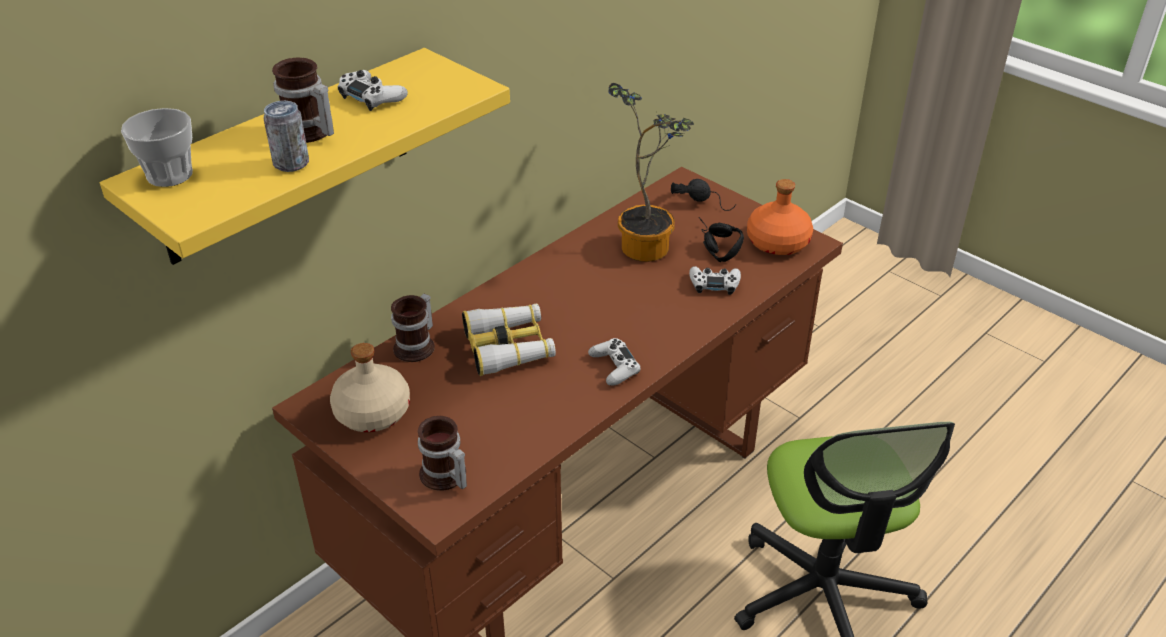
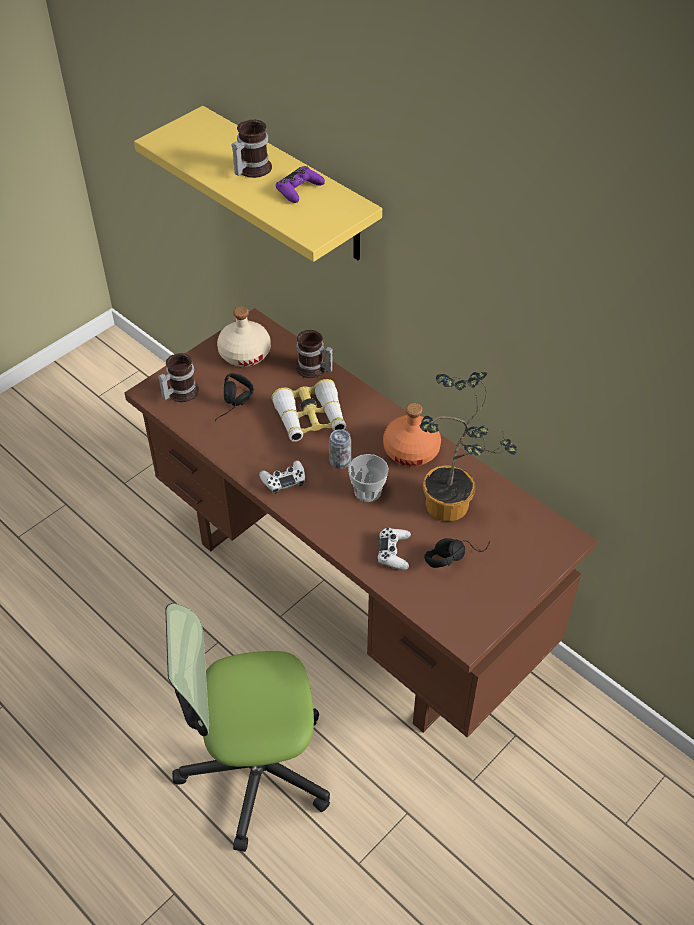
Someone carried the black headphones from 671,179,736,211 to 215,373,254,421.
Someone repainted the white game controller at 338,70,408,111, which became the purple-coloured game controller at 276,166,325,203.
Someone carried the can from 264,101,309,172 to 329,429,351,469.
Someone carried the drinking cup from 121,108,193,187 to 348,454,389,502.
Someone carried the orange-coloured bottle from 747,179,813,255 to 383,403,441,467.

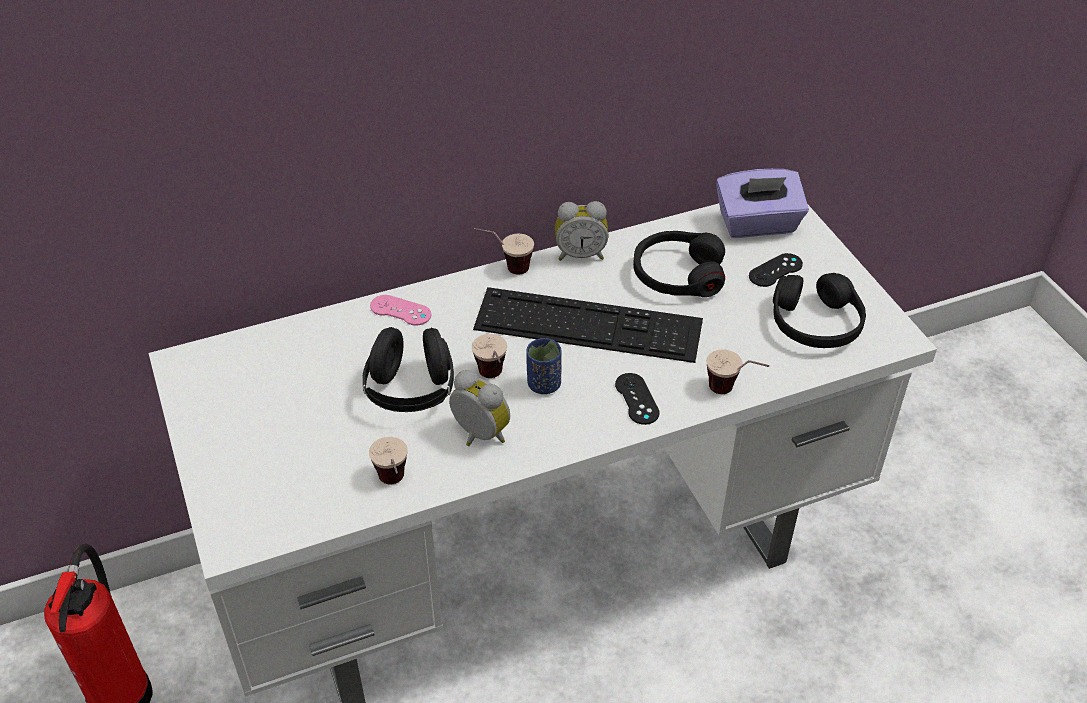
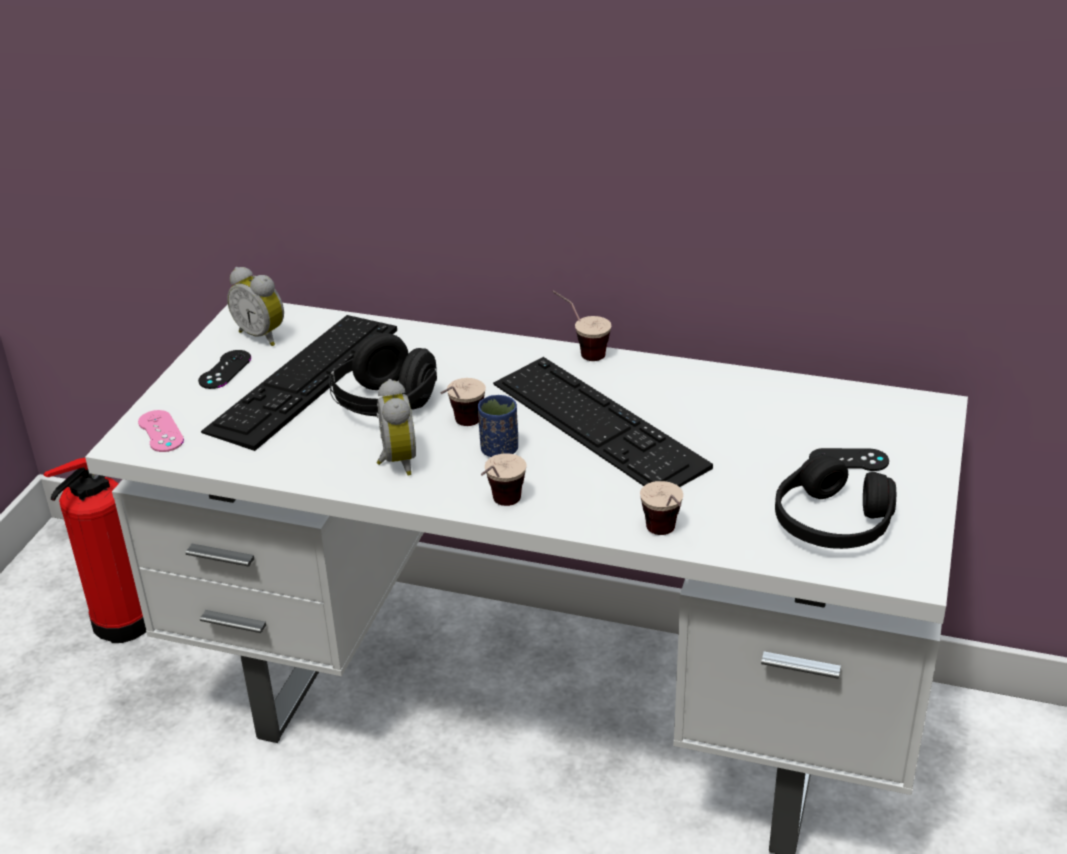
Someone carried the pink game controller from 370,295,431,326 to 138,410,184,452.
Someone carried the black game controller from 615,373,660,425 to 198,350,251,389.
Someone put down the computer keyboard at 201,315,397,451.
Someone carried the table clock from 555,201,609,261 to 227,267,284,346.
Someone carried the drinking cup from 369,437,407,484 to 481,453,527,506.
Someone took away the black headphones at 633,231,725,297.
Someone took away the purple-coloured tissue box at 716,169,809,238.

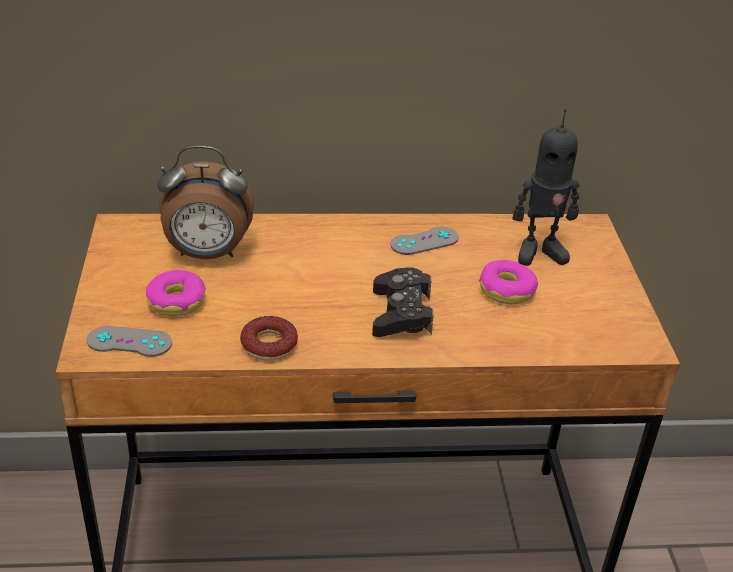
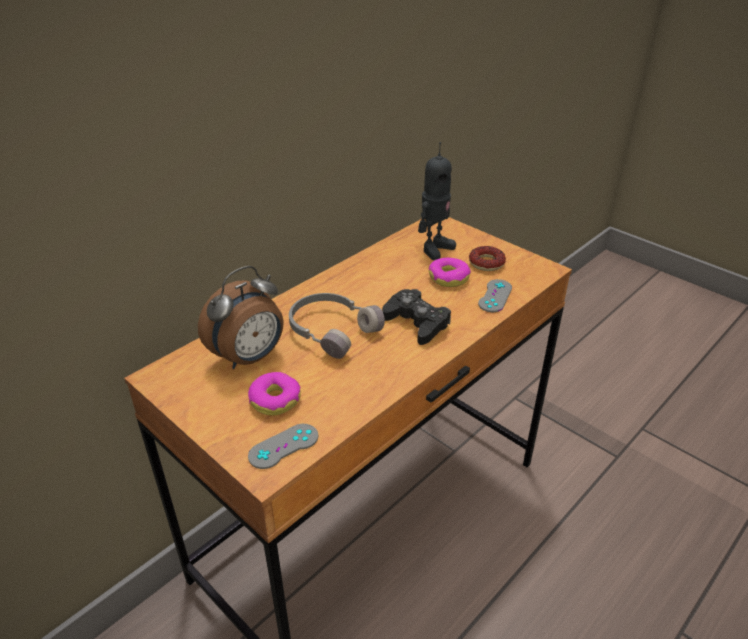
Someone put down the greyish headphones at 289,293,385,359.
Someone carried the ring doughnut from 240,316,298,361 to 469,246,506,271.
Someone carried the greyish game controller from 390,226,459,255 to 478,279,512,312.

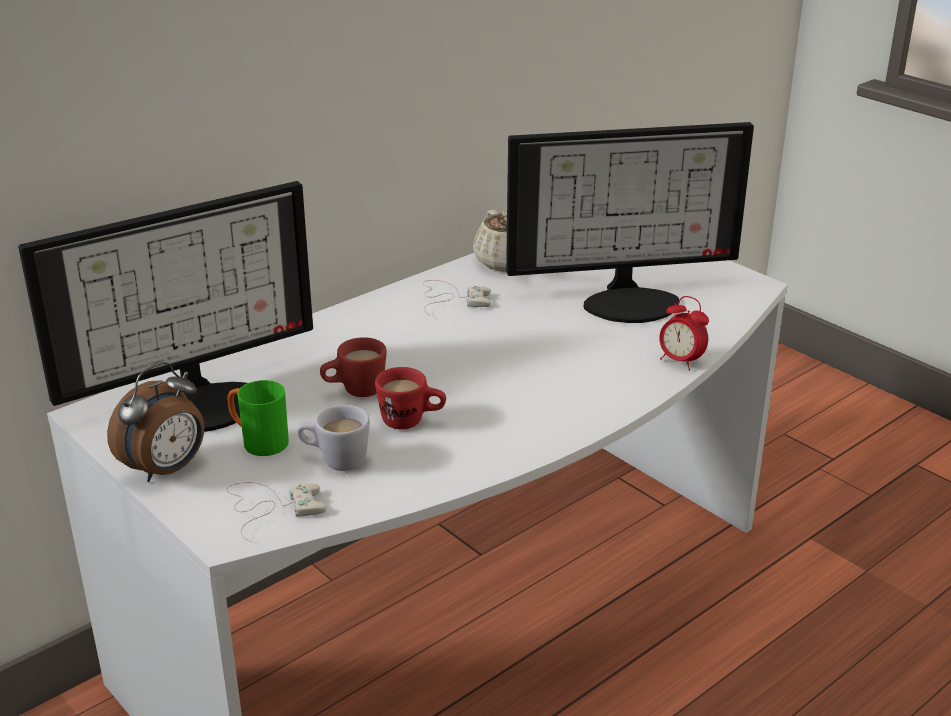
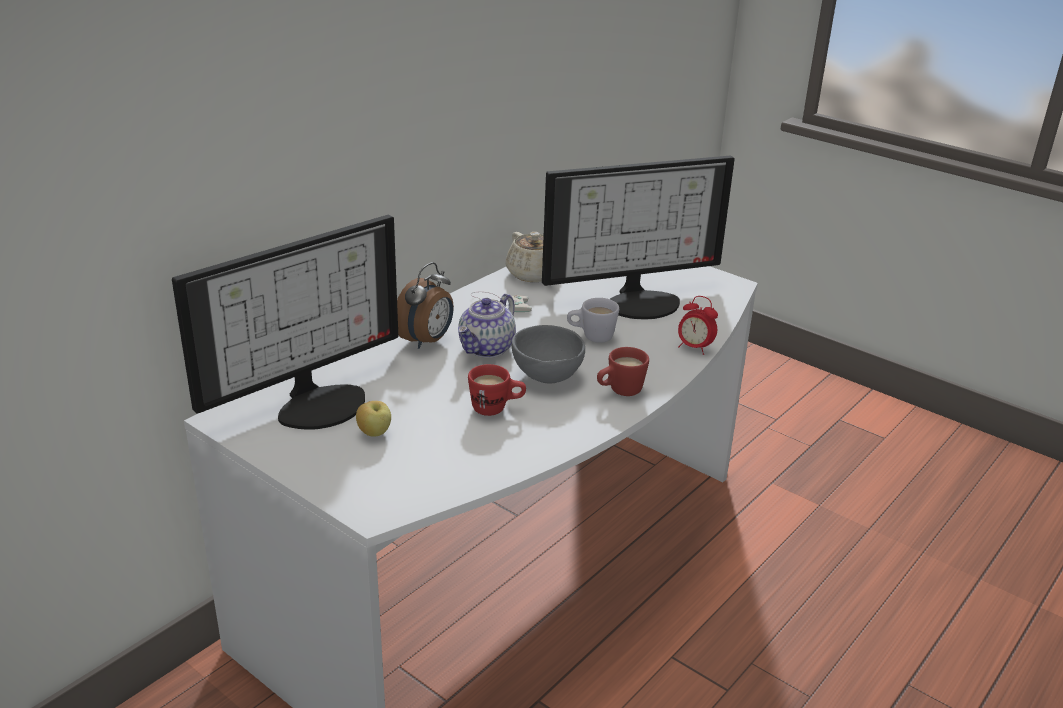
Someone swapped the greenish tea mug at 227,380,289,456 for the apple fruit at 356,401,391,437.
Someone carried the table clock from 107,362,204,482 to 397,262,454,349.
Someone put down the tea pot at 458,294,516,358.
Someone put down the greyish bowl at 512,325,585,384.
Someone carried the white tea mug from 297,405,370,471 to 567,298,619,343.
Someone carried the reddish tea mug from 320,337,387,397 to 597,347,649,396.
Someone took away the white game controller at 227,482,326,543.

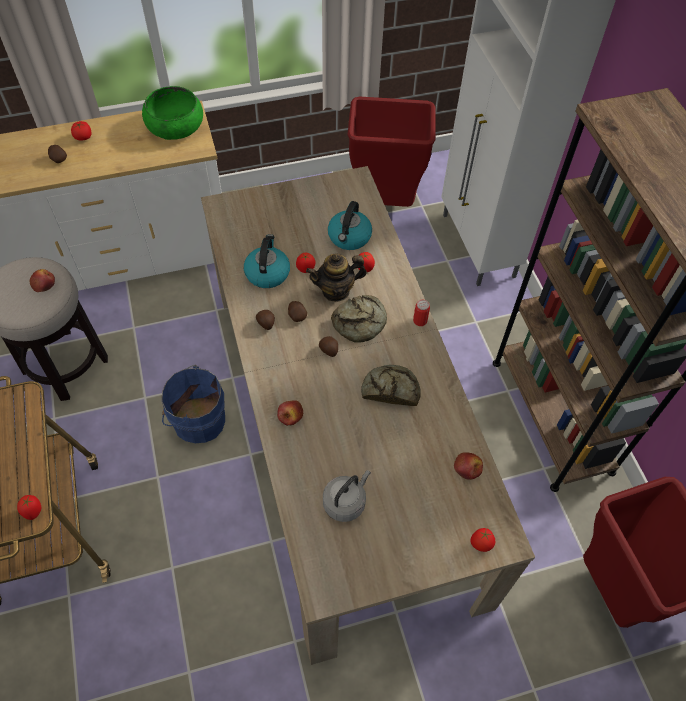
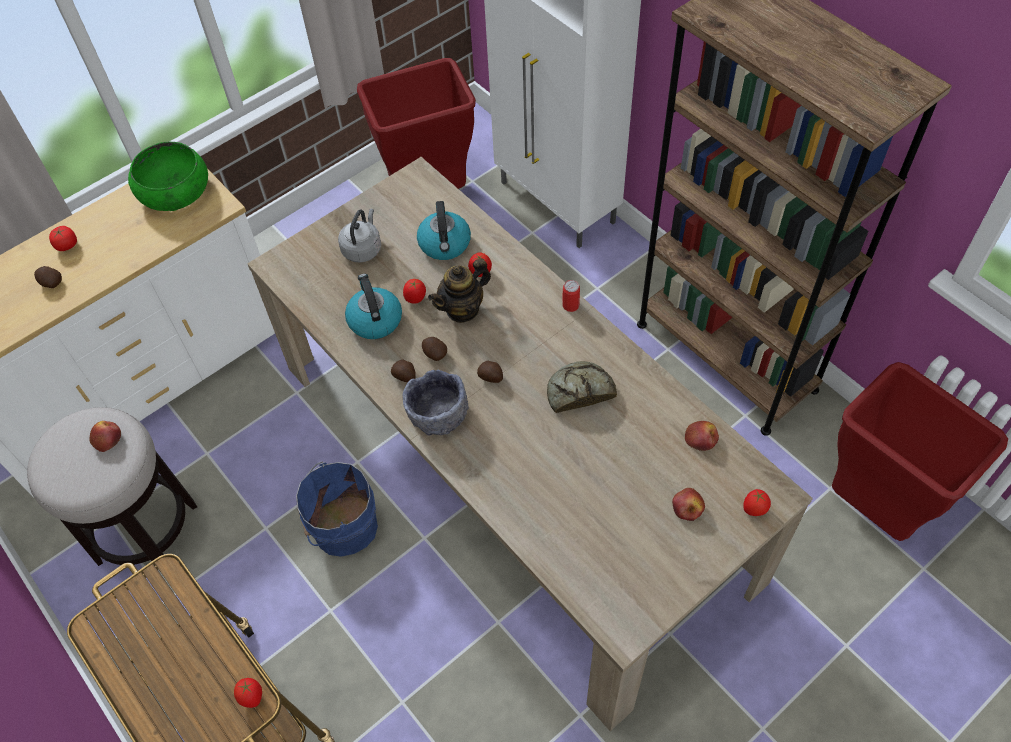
Someone carried the greyish kettle from 323,470,371,522 to 338,209,381,263.
Someone put down the greyish bowl at 403,370,469,436.
Someone carried the apple fruit from 277,400,303,426 to 672,488,705,521.
Someone took away the bread at 331,295,387,342.

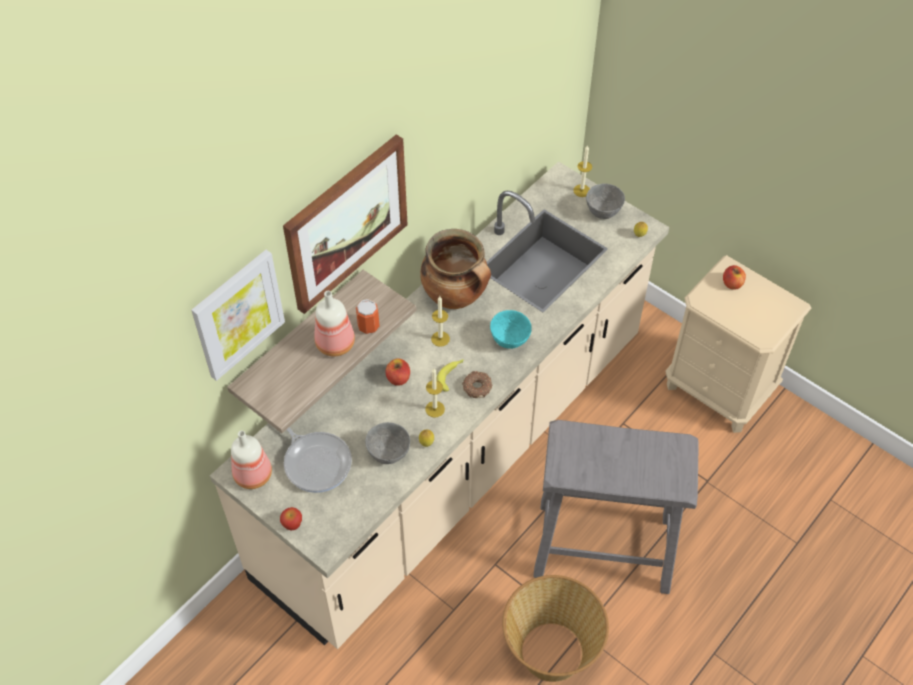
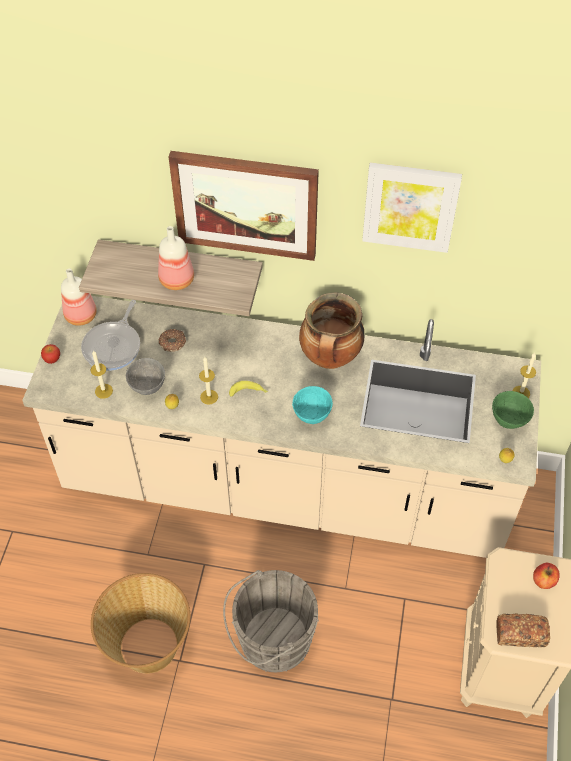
Someone carried the candle from 431,296,450,347 to 90,350,113,399.
Someone carried the ring doughnut from 462,371,492,398 to 159,329,186,352.
Someone swapped the greyish sitting stool at 533,420,699,594 for the greyish water bucket at 223,570,319,672.
Someone carried the picture from 191,250,285,381 to 362,162,462,253.
Someone repainted the greyish bowl at 586,184,625,219, which became the greenish bowl at 492,391,534,429.
Someone put down the bread at 496,613,550,647.
Someone took away the can at 356,299,380,334.
Someone took away the apple fruit at 386,358,410,386.

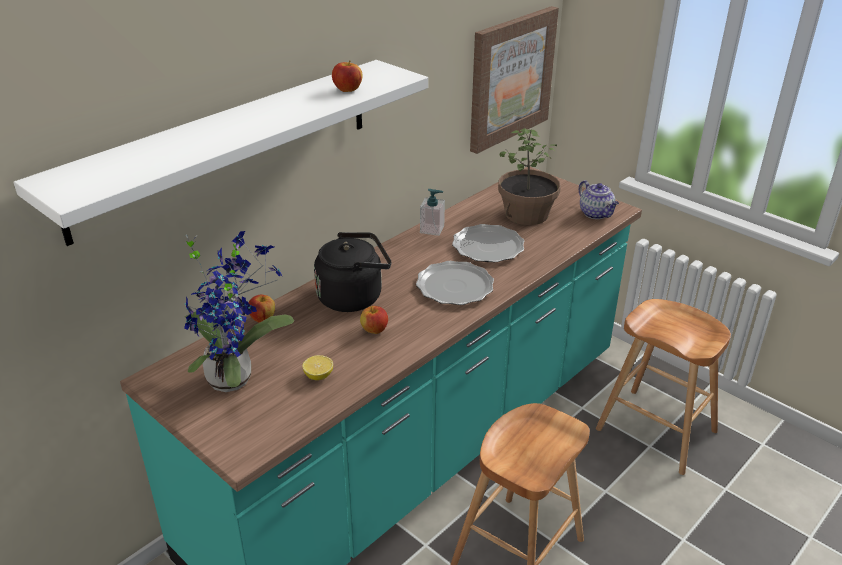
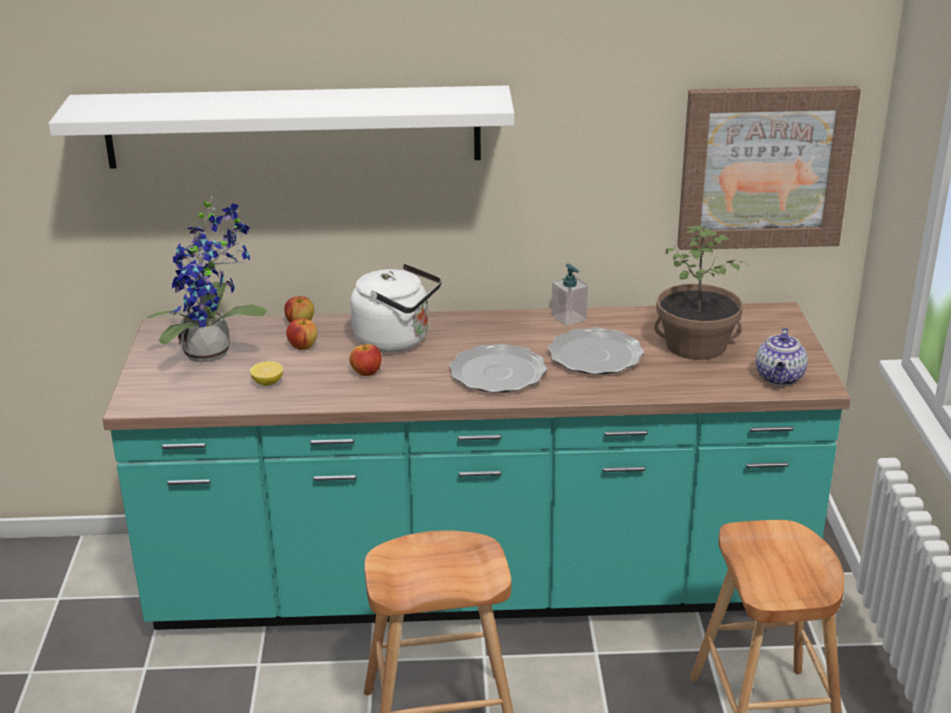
Someone carried the apple fruit from 332,61,363,92 to 286,319,317,350.
Someone repainted the black kettle at 314,232,392,312, which became the white kettle at 351,264,442,352.

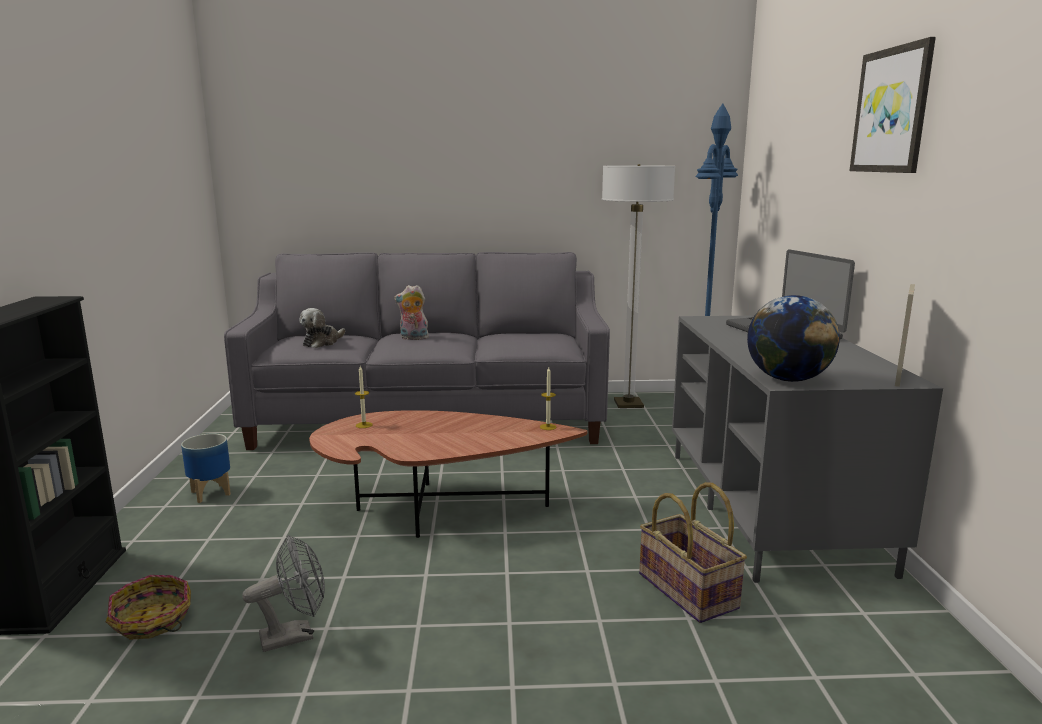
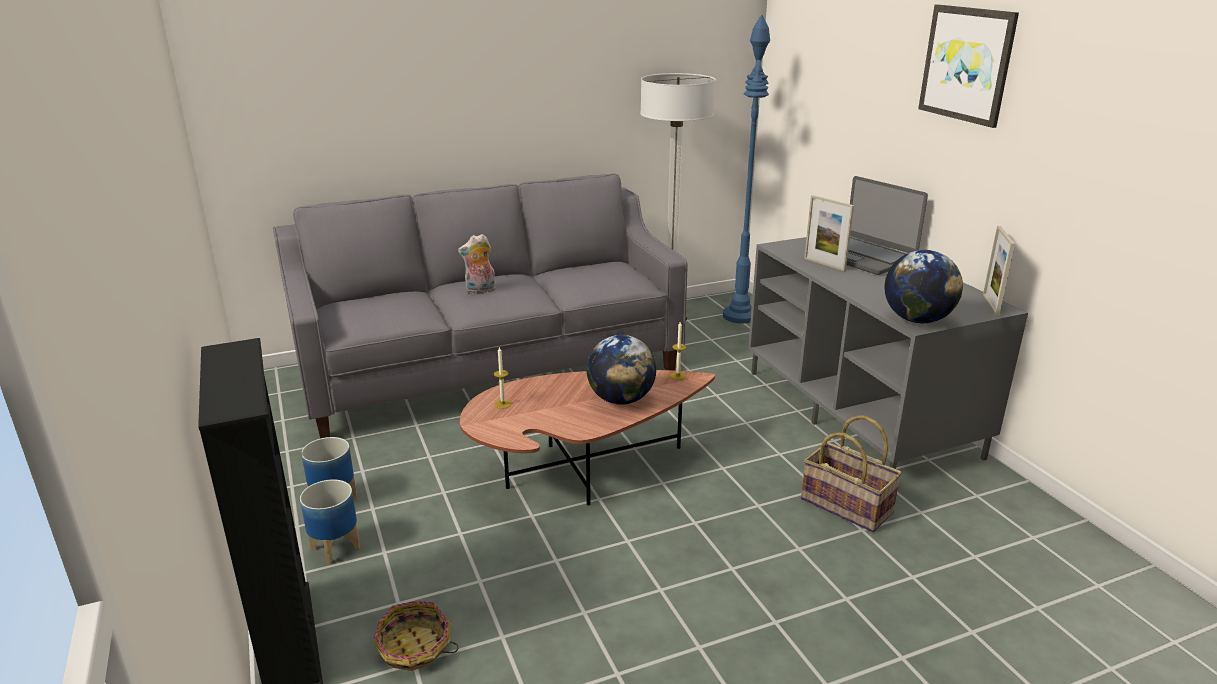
Someone put down the planter at 300,479,360,564.
Someone put down the world globe at 587,335,656,405.
Someone put down the photo frame at 804,195,854,271.
Someone took away the greyish fan at 242,535,325,652.
Someone took away the plush toy at 299,308,345,348.

